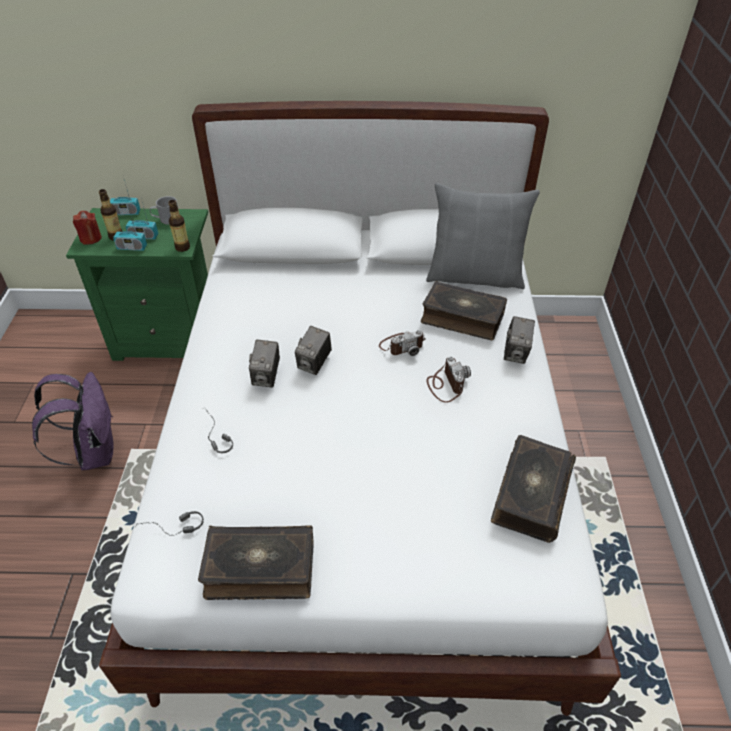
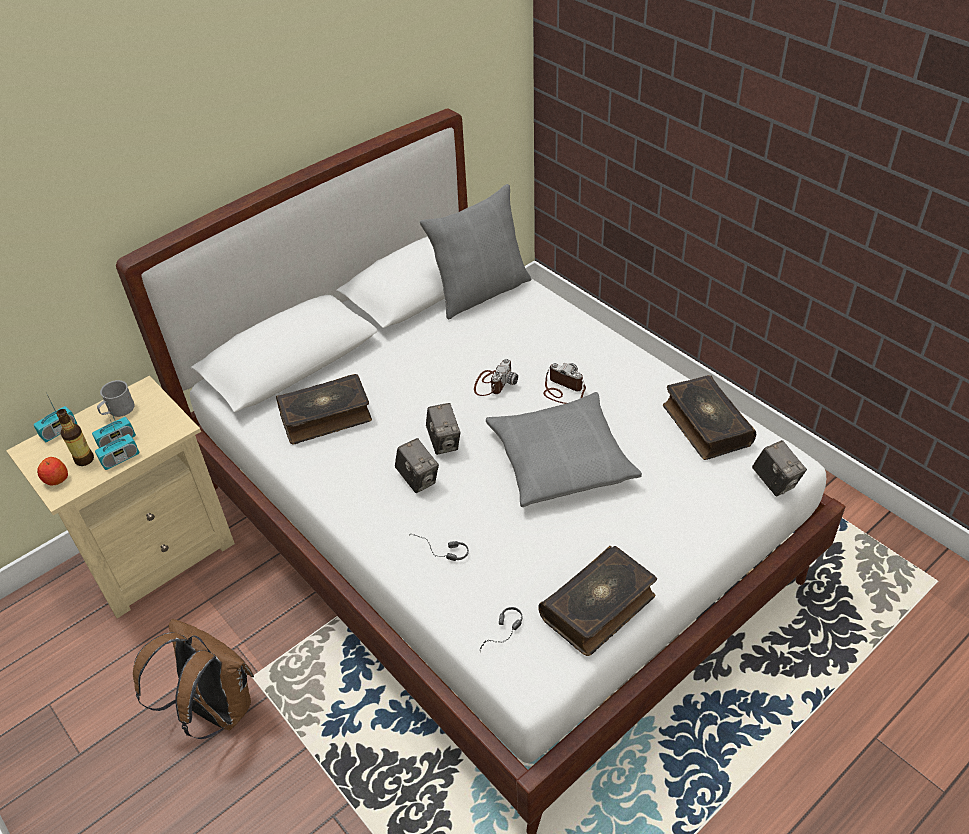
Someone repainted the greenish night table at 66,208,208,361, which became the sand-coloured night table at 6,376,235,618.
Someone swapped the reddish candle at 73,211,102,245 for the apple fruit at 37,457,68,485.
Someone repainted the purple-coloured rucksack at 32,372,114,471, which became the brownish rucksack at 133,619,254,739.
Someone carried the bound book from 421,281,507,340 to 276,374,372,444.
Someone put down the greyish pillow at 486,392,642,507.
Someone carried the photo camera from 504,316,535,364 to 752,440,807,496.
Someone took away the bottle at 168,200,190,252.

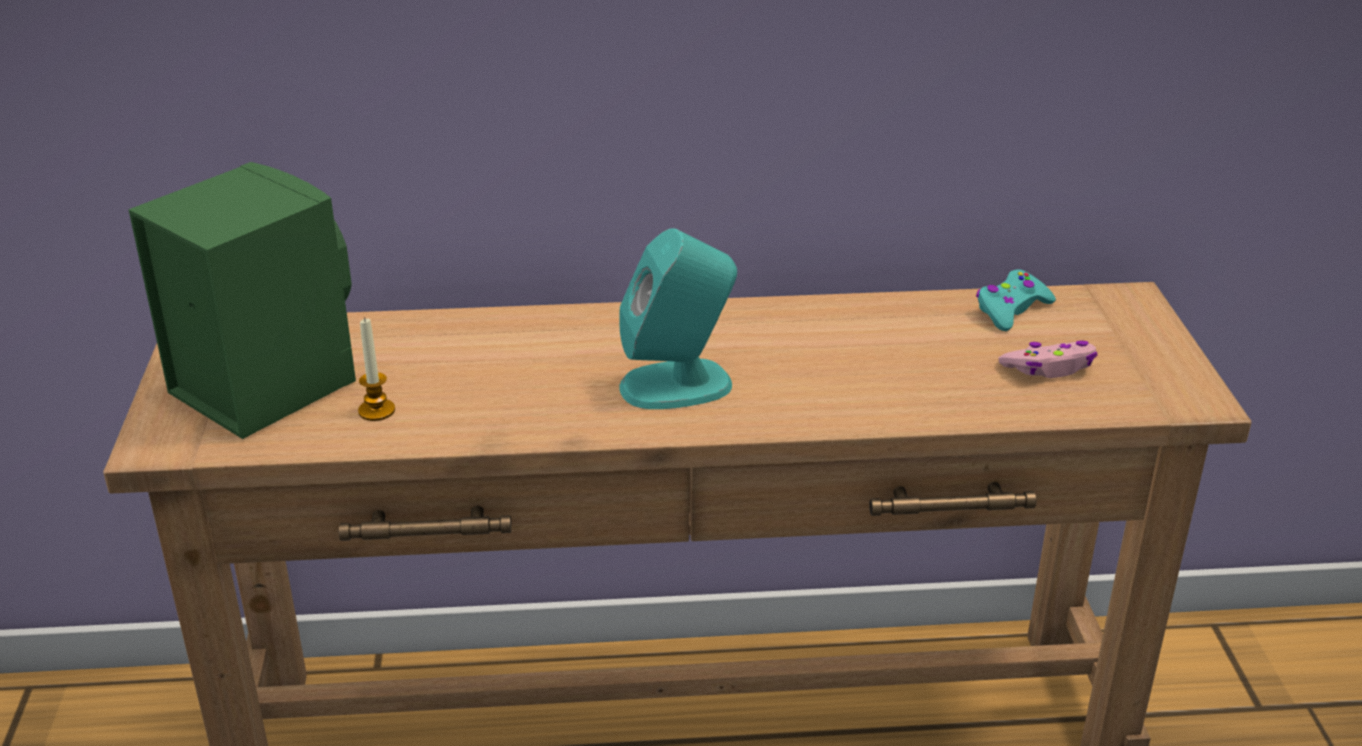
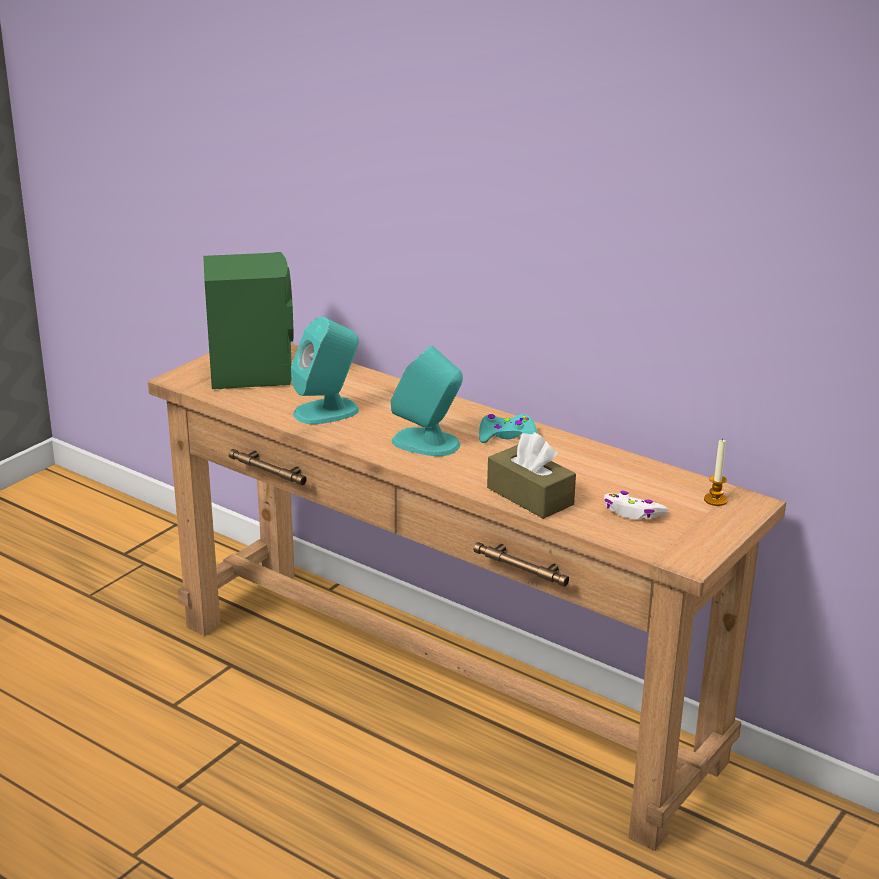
Someone put down the turquoise speaker at 291,317,359,424.
Someone carried the turquoise game controller from 976,269,1056,331 to 479,414,538,443.
Someone put down the brownish tissue box at 487,432,576,519.
Someone repainted the pink game controller at 998,340,1098,378, which became the white game controller at 604,491,668,519.
Someone carried the candle from 358,317,395,421 to 704,438,728,506.

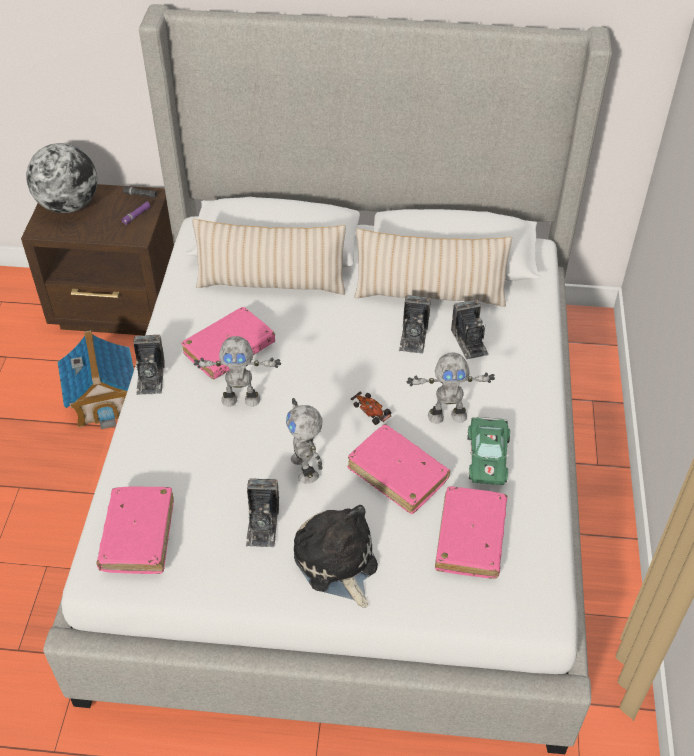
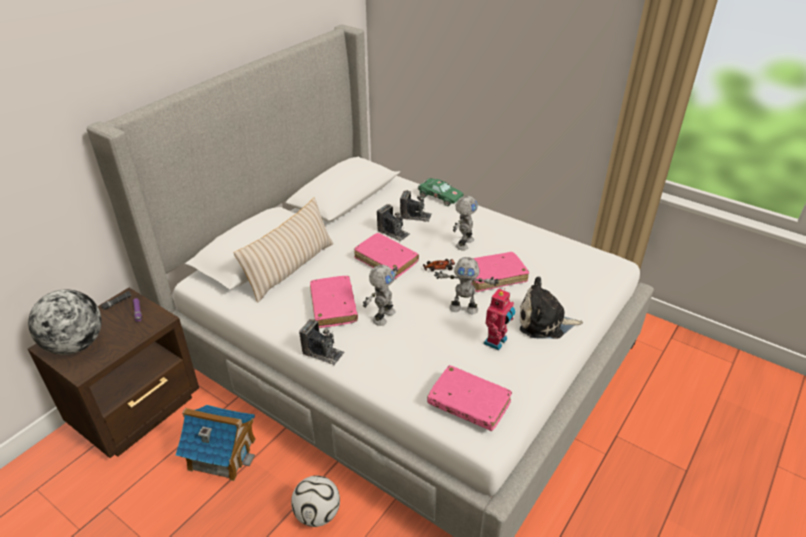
Someone put down the football ball at 291,475,340,527.
Someone carried the pink bound book from 435,486,507,579 to 354,233,419,279.
Someone carried the greenish toy car from 467,417,510,485 to 418,178,464,206.
Someone swapped the photo camera at 246,478,279,547 for the model robot at 483,288,515,350.
Someone took away the sand-coloured pillow at 354,229,512,307.

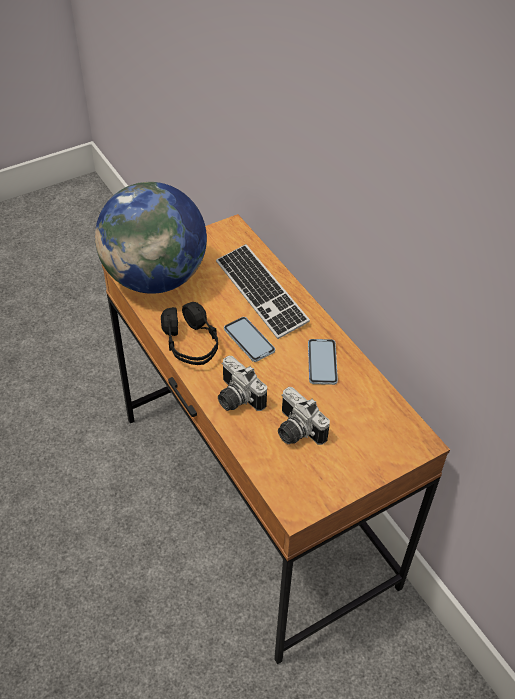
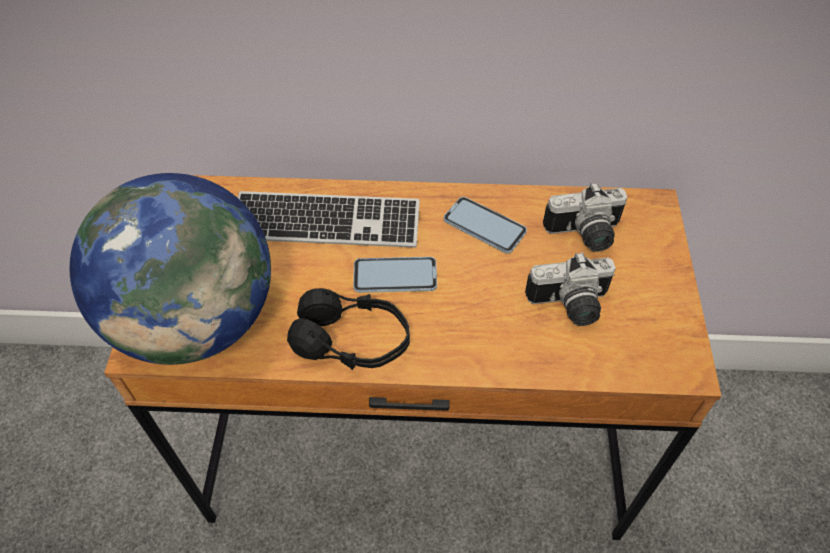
Someone carried the photo camera from 218,356,267,411 to 543,182,627,252.

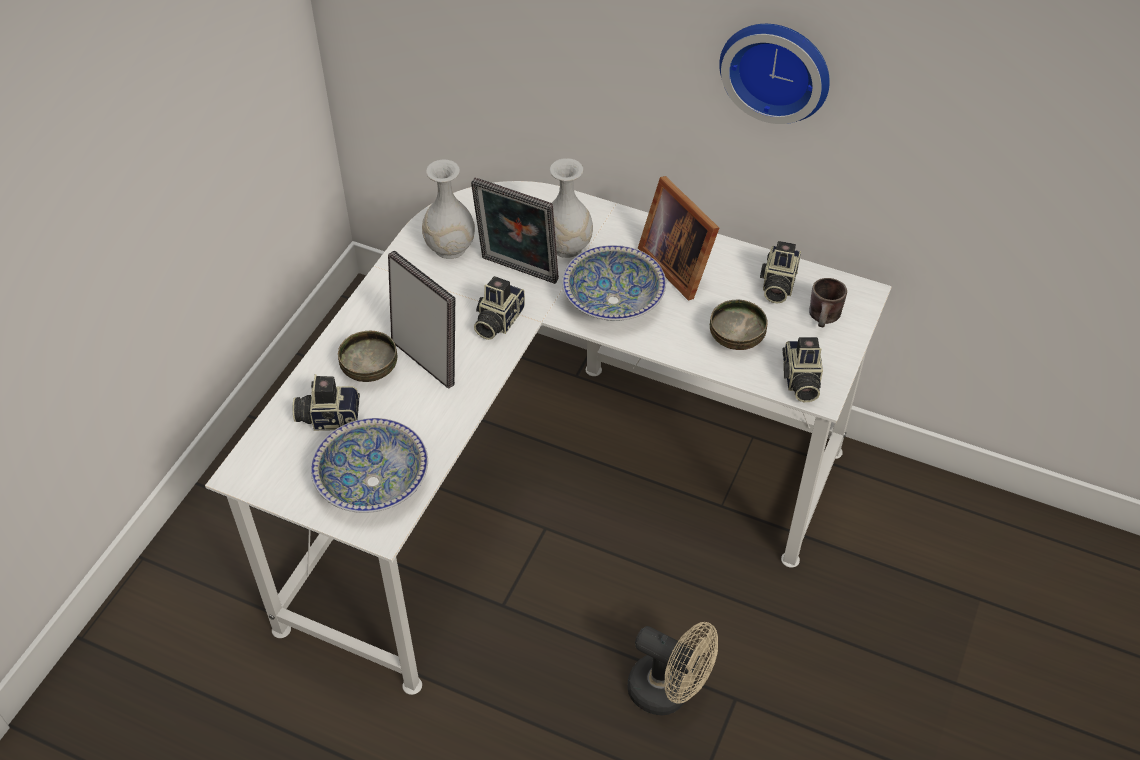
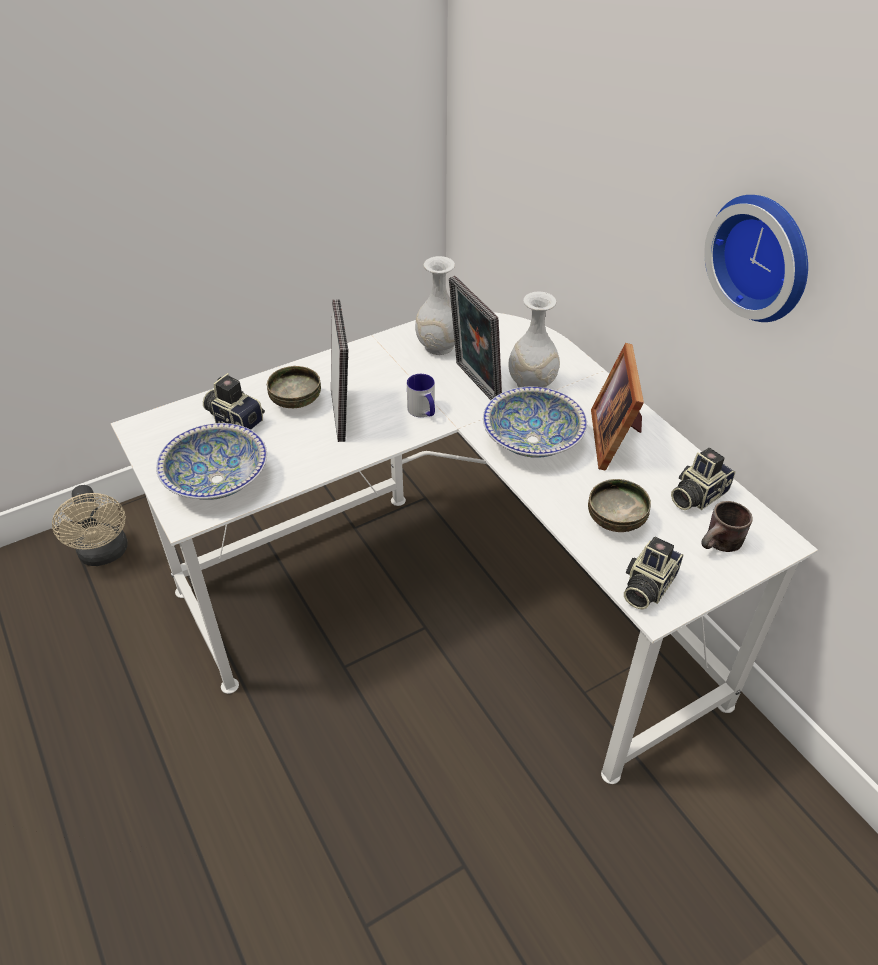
Someone carried the sand-coloured fan from 627,622,718,715 to 52,485,128,566.
Someone swapped the photo camera at 474,276,525,340 for the tea mug at 407,374,435,417.

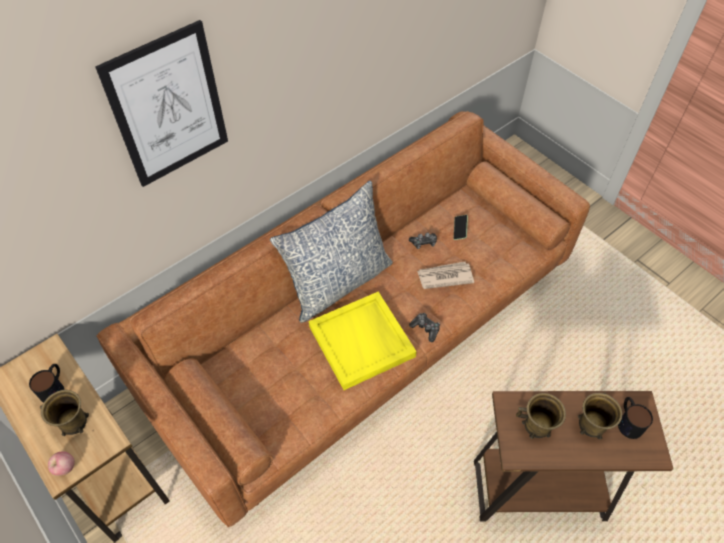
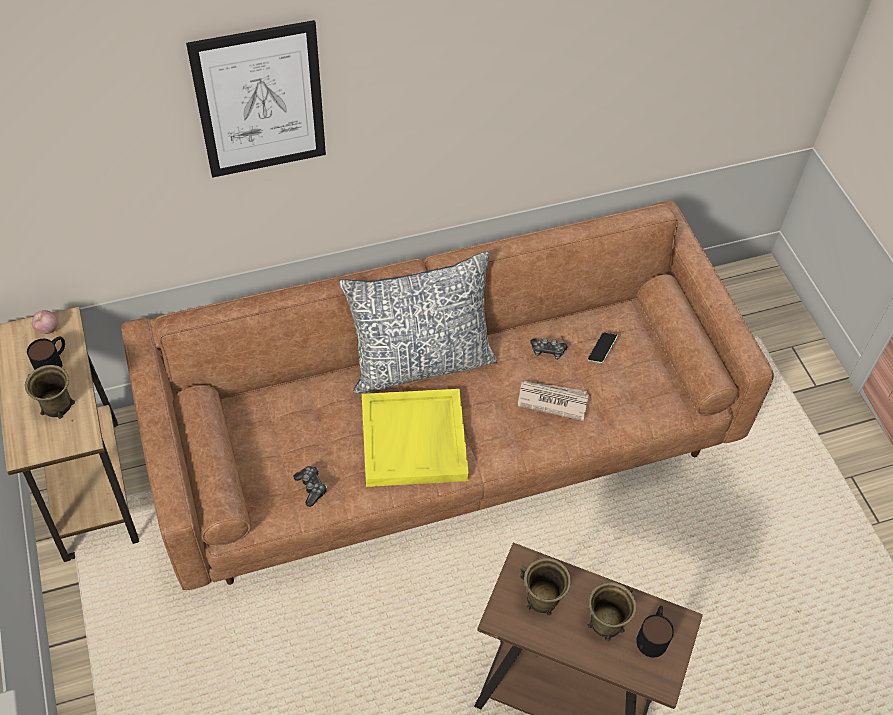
Someone carried the apple fruit from 48,451,75,476 to 32,310,58,334.
Someone carried the game controller from 409,313,440,342 to 293,466,327,507.

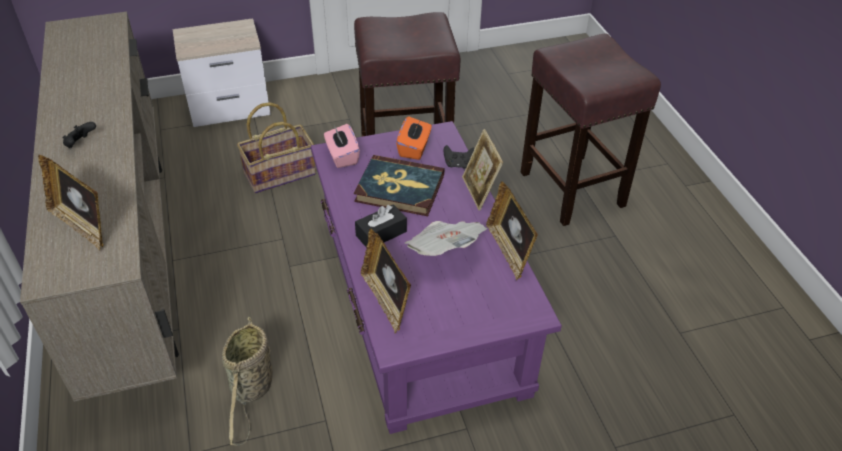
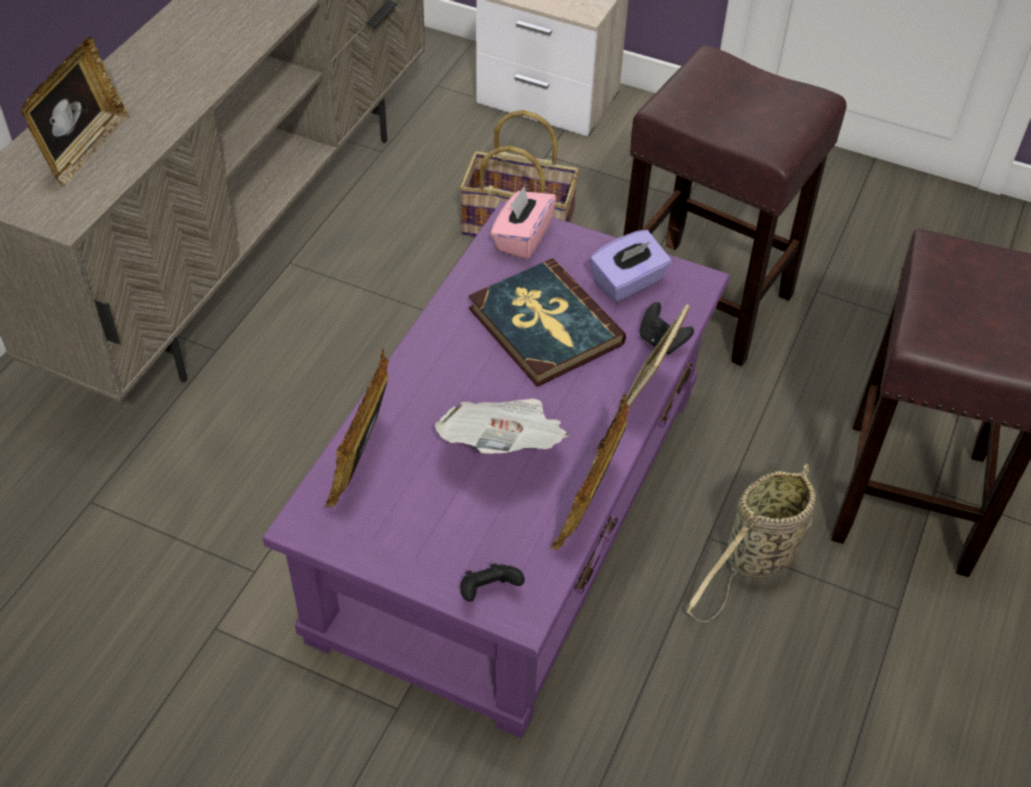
Someone rotated the photo frame at 38,155,103,251 by 150 degrees counterclockwise.
Someone carried the black game controller from 63,122,96,148 to 460,564,525,602.
Someone repainted the orange-coloured tissue box at 396,116,432,160, which became the purple-coloured tissue box at 590,230,671,302.
Someone carried the storage basket from 222,317,273,446 to 687,464,816,622.
Someone took away the black tissue box at 355,204,407,248.

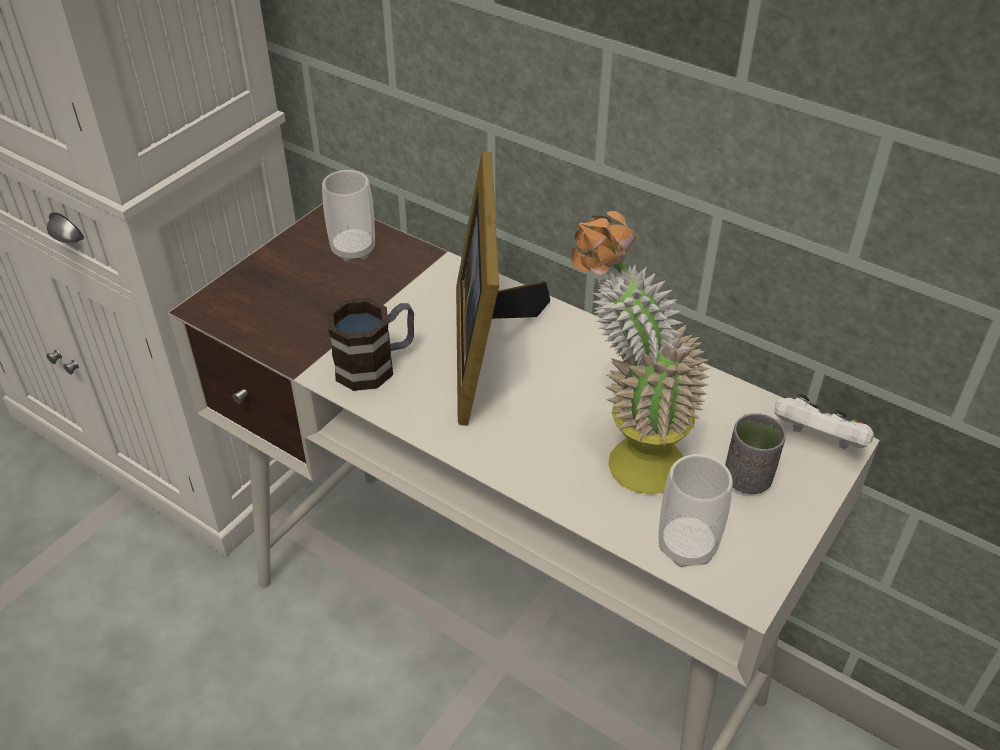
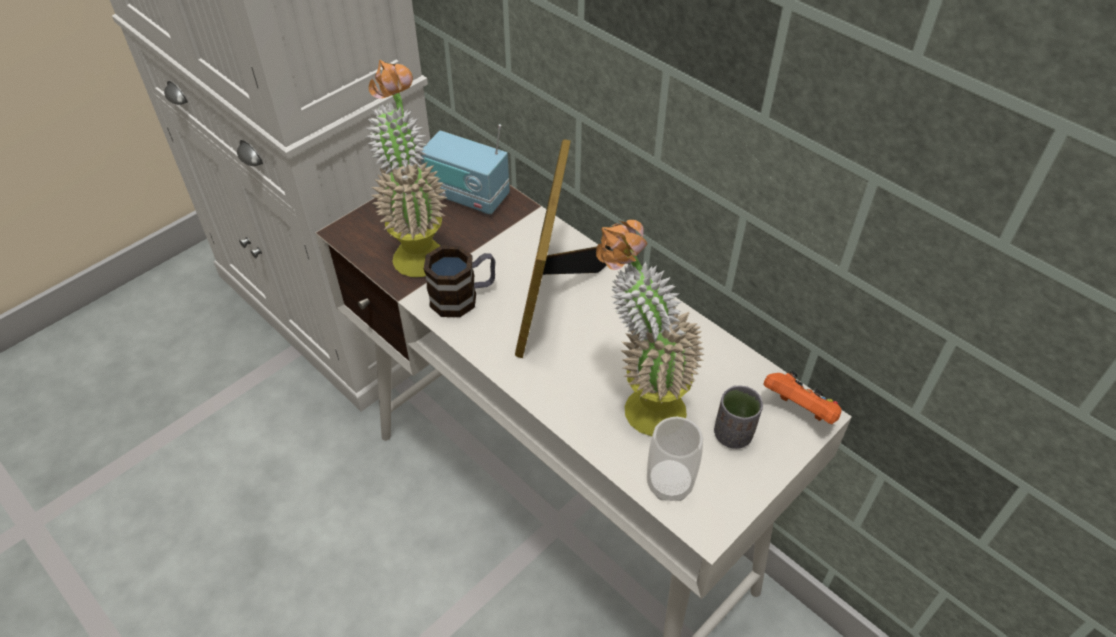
Someone put down the houseplant at 366,60,448,277.
Someone swapped the drinking cup at 322,170,375,262 for the radio at 421,124,510,215.
Someone repainted the white game controller at 774,394,874,449, which became the orange-coloured game controller at 763,370,842,424.

